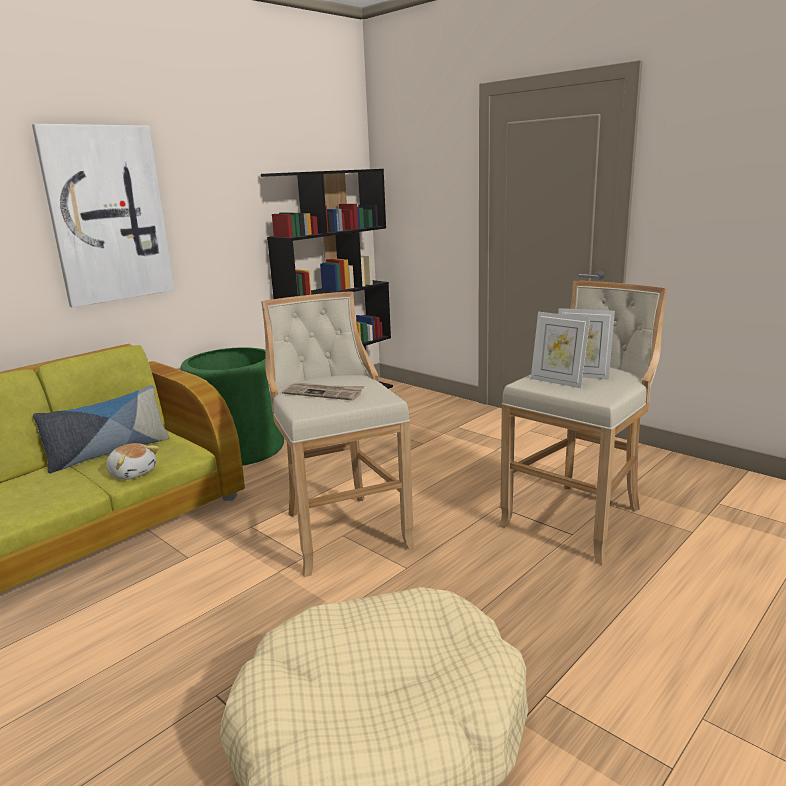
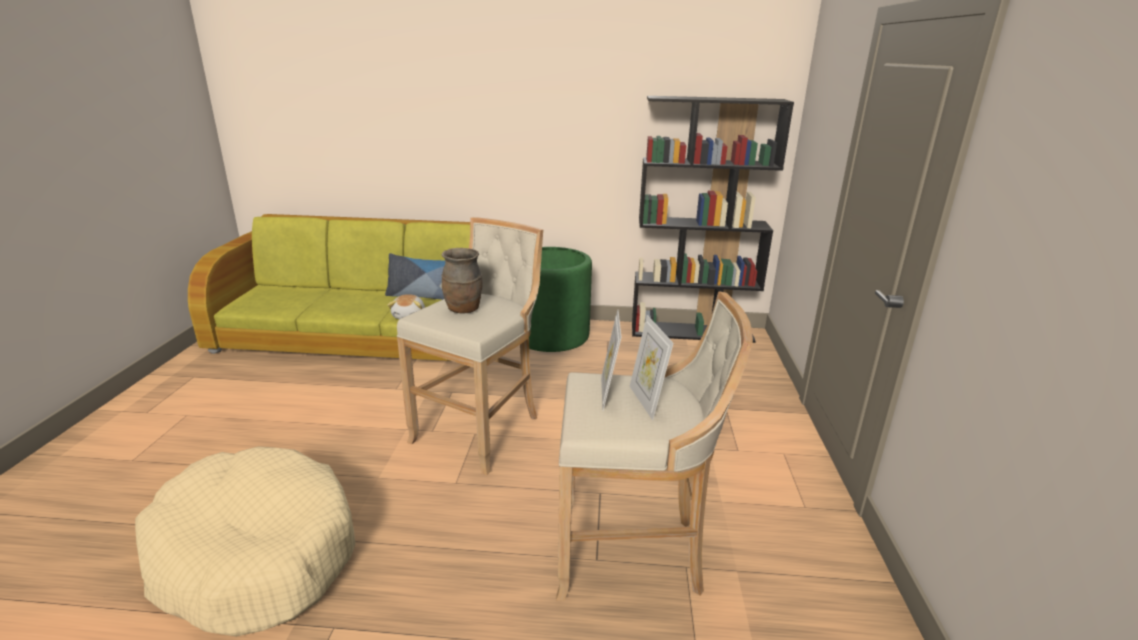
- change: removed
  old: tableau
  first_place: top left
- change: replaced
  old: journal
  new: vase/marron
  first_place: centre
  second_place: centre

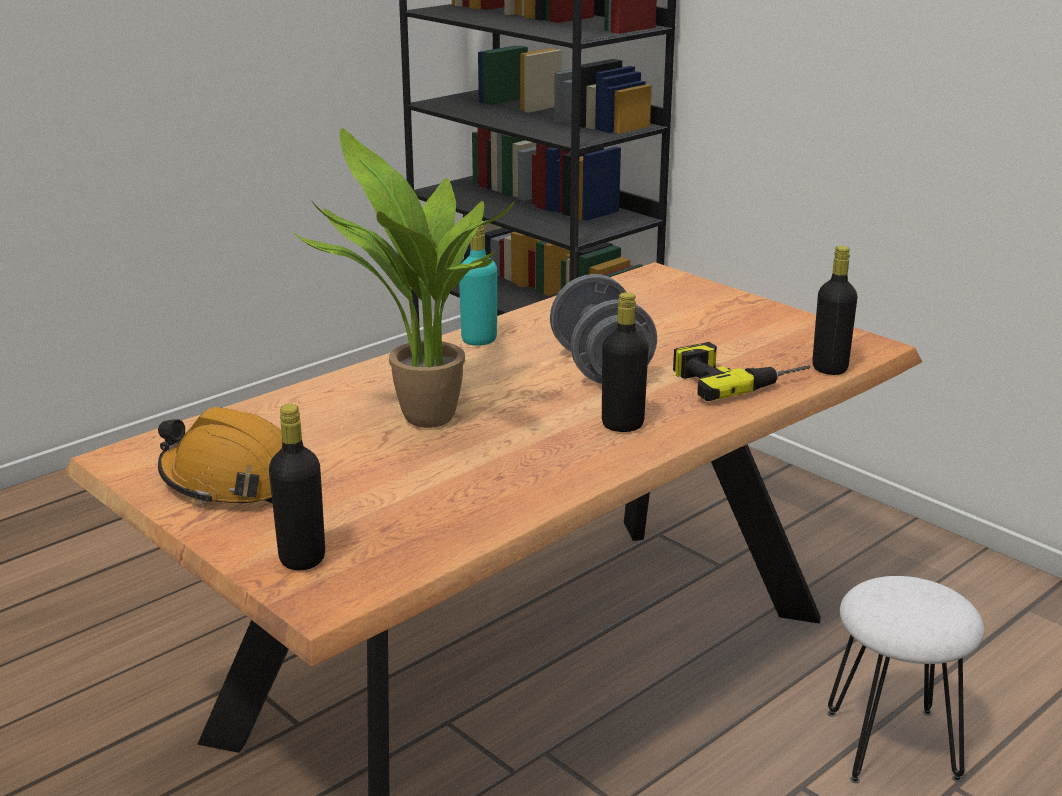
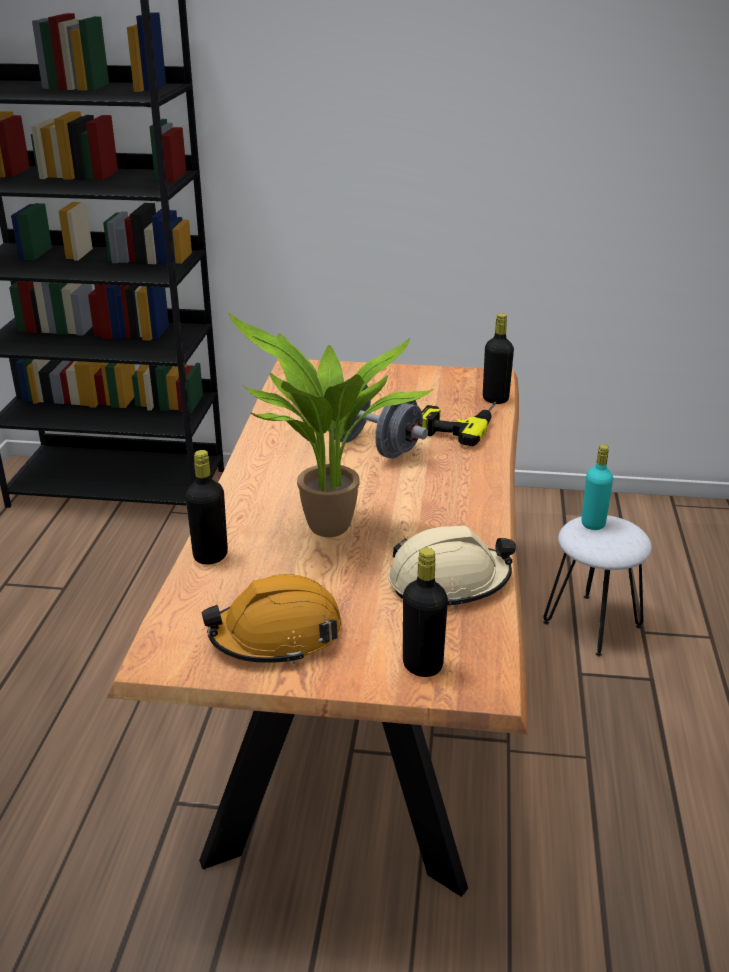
- change: moved
  old: bouteille/turquoise
  first_place: centre
  second_place: middle right
- change: moved
  old: bouteille/noir (2nd from left in the first image)
  new: bouteille/noir (1st from left)
  first_place: centre
  second_place: middle left
- change: added
  new: casque de chantier/beige
  second_place: centre

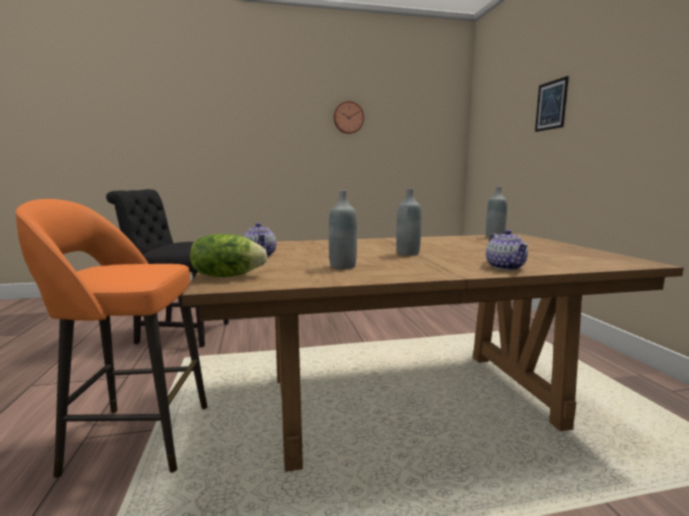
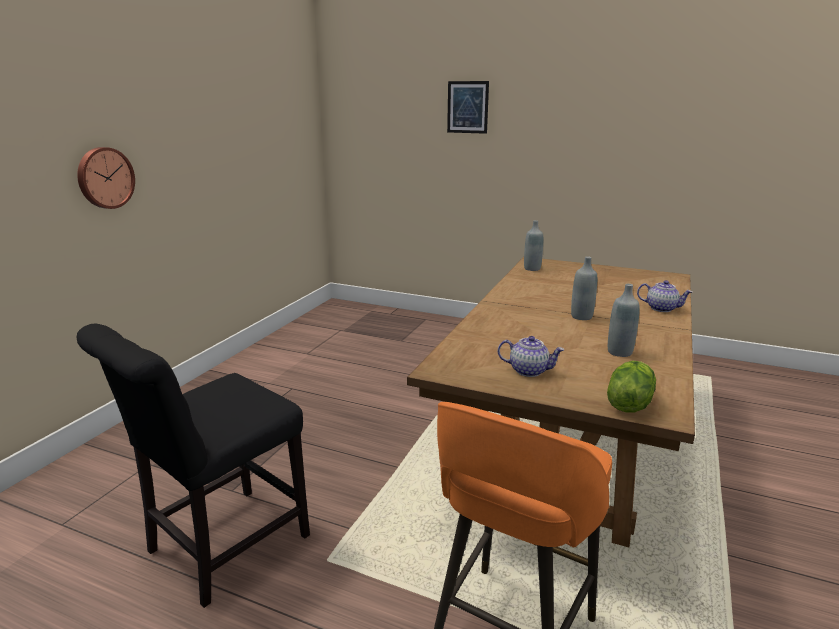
- change: moved
  old: horloge murale
  first_place: top centre
  second_place: top left

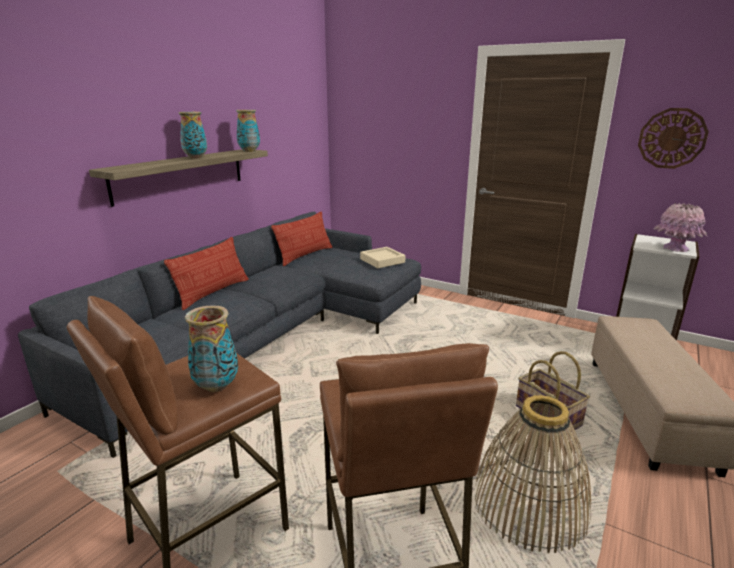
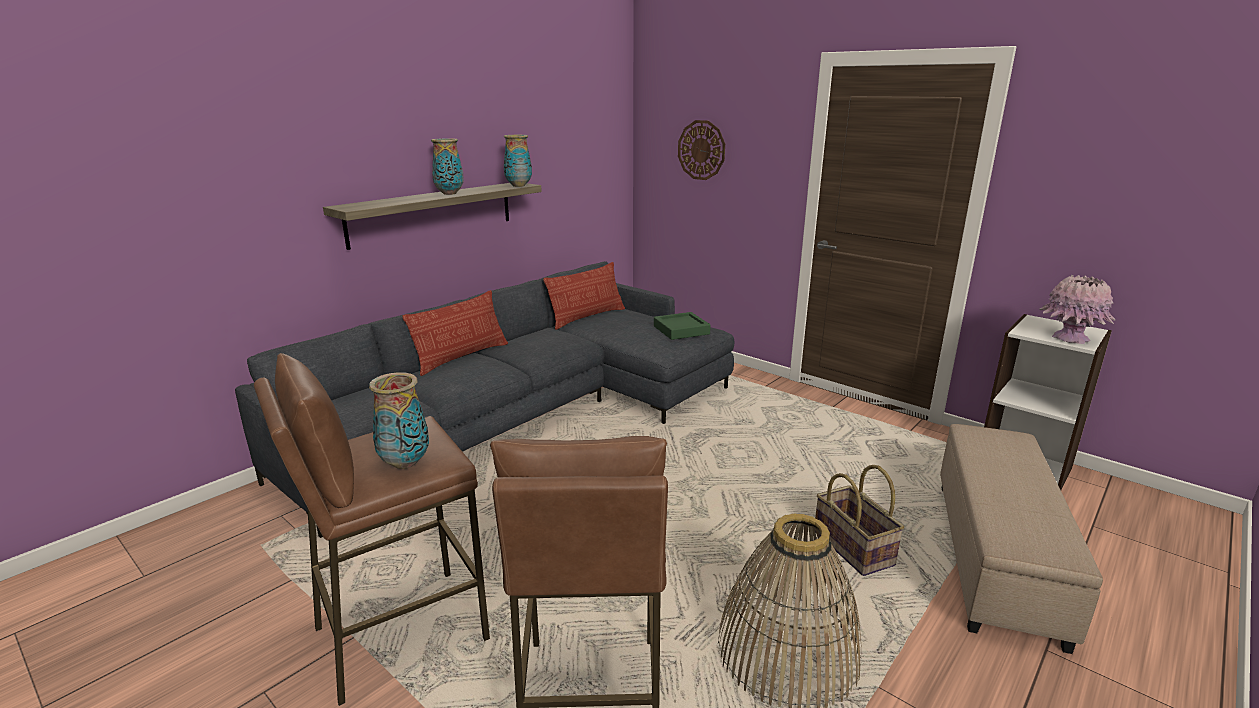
- change: recoloured
  old: plateau/beige
  new: plateau/vert
  first_place: centre
  second_place: centre
- change: moved
  old: horloge murale
  first_place: top right
  second_place: top centre

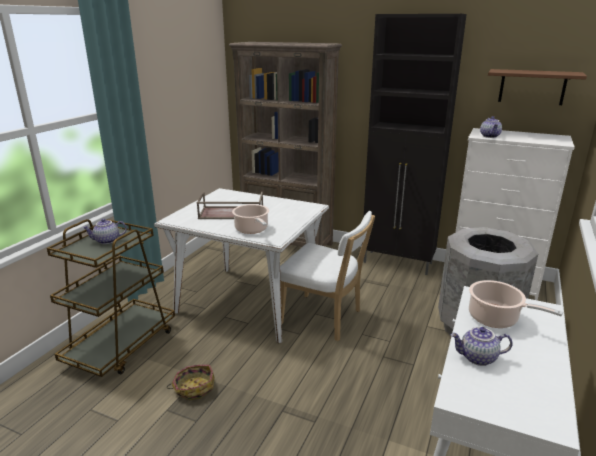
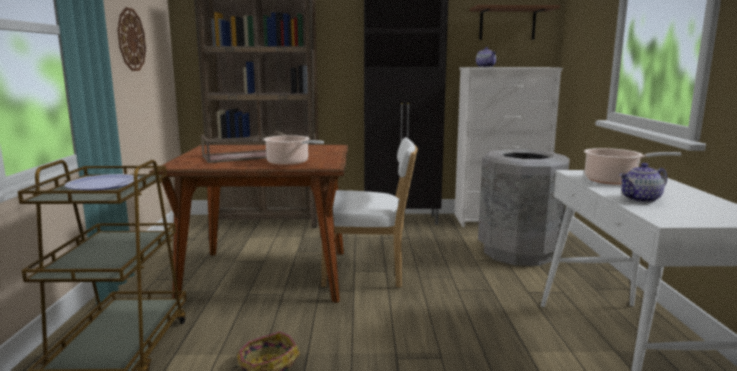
- change: replaced
  old: théière (1st from left)
  new: assiette
  first_place: middle left
  second_place: middle left
- change: recoloured
  old: table à manger/blanc
  new: table à manger/marron
  first_place: centre
  second_place: centre
- change: added
  new: horloge murale
  second_place: top left

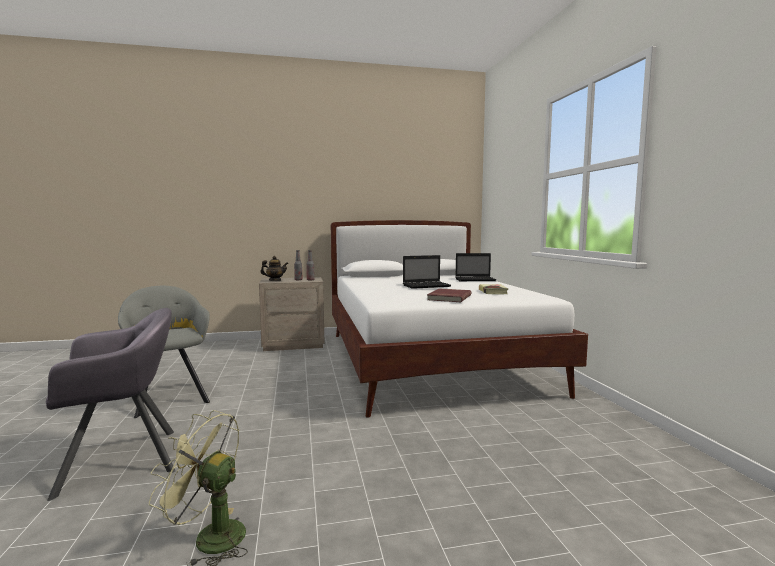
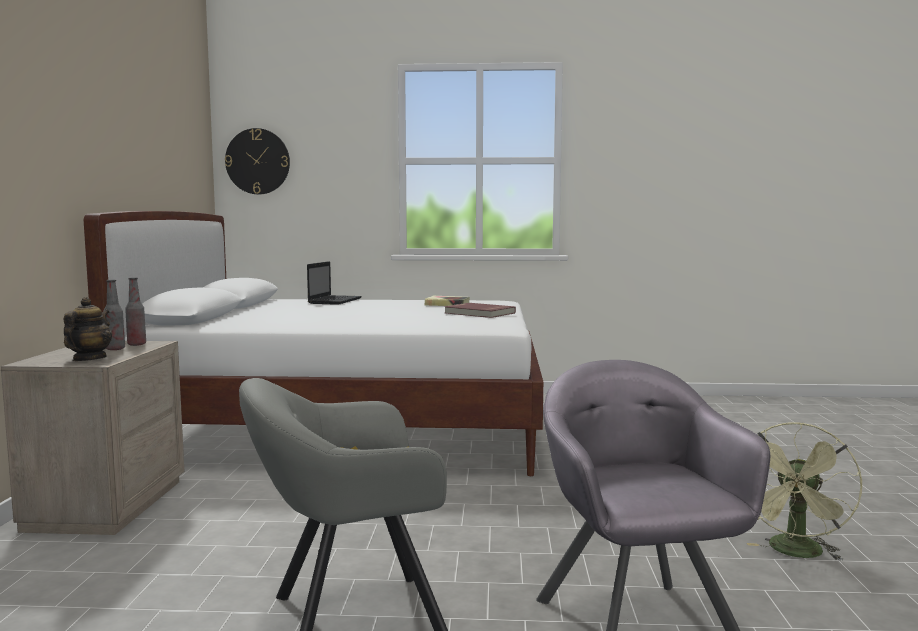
- change: removed
  old: ordinateur portable (1st from left)
  first_place: centre
- change: added
  new: horloge murale
  second_place: top left

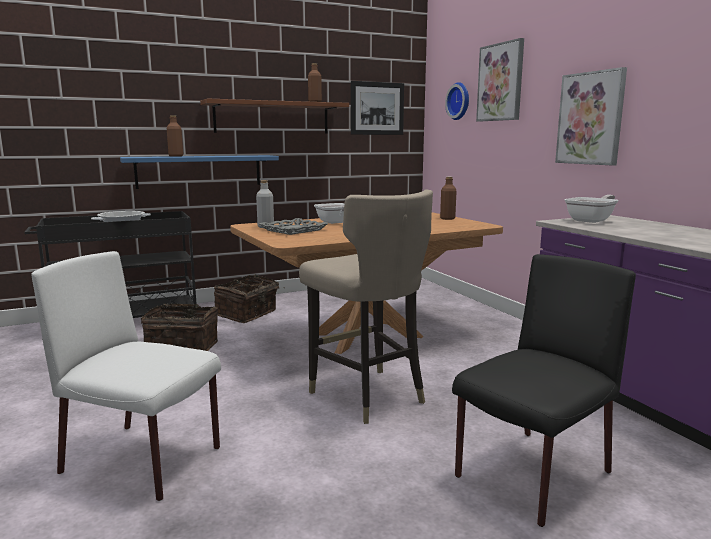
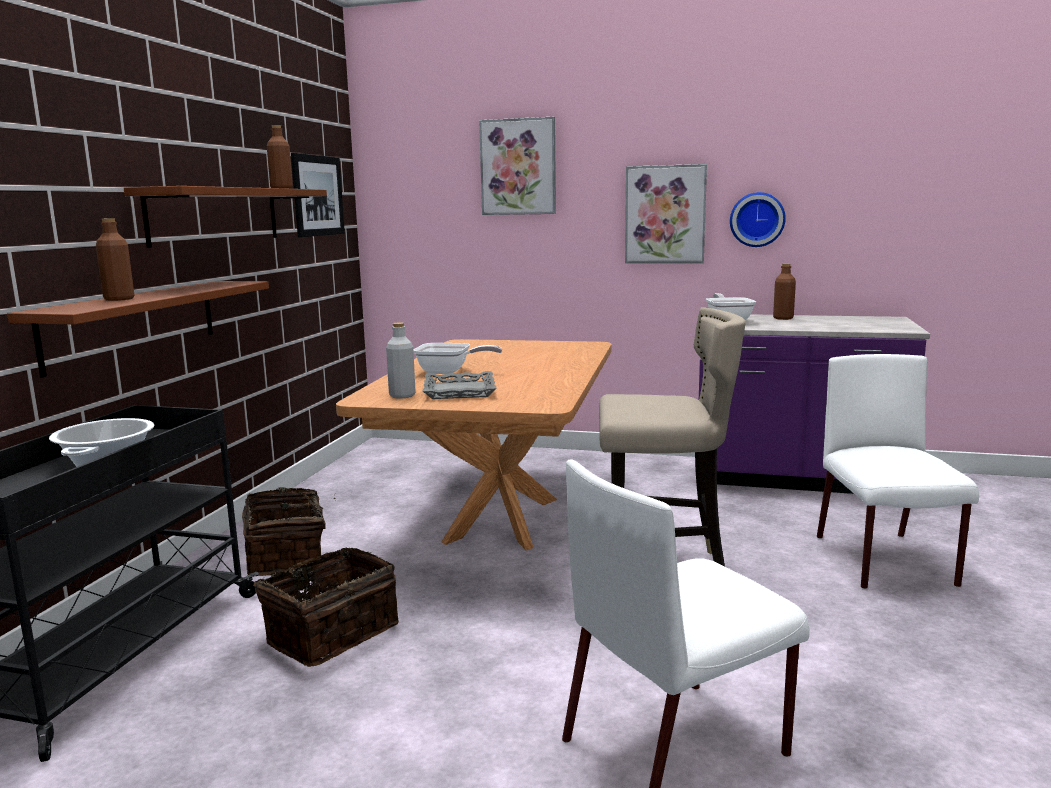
- change: recoloured
  old: étagère/bleu
  new: étagère/marron (1st from left)
  first_place: top left
  second_place: middle left
- change: moved
  old: bouteille/marron (3rd from left)
  first_place: centre
  second_place: middle right
- change: moved
  old: horloge murale
  first_place: top centre
  second_place: top right
- change: recoloured
  old: chaise/noir
  new: chaise/blanc (2nd from left)
  first_place: bottom right
  second_place: middle right

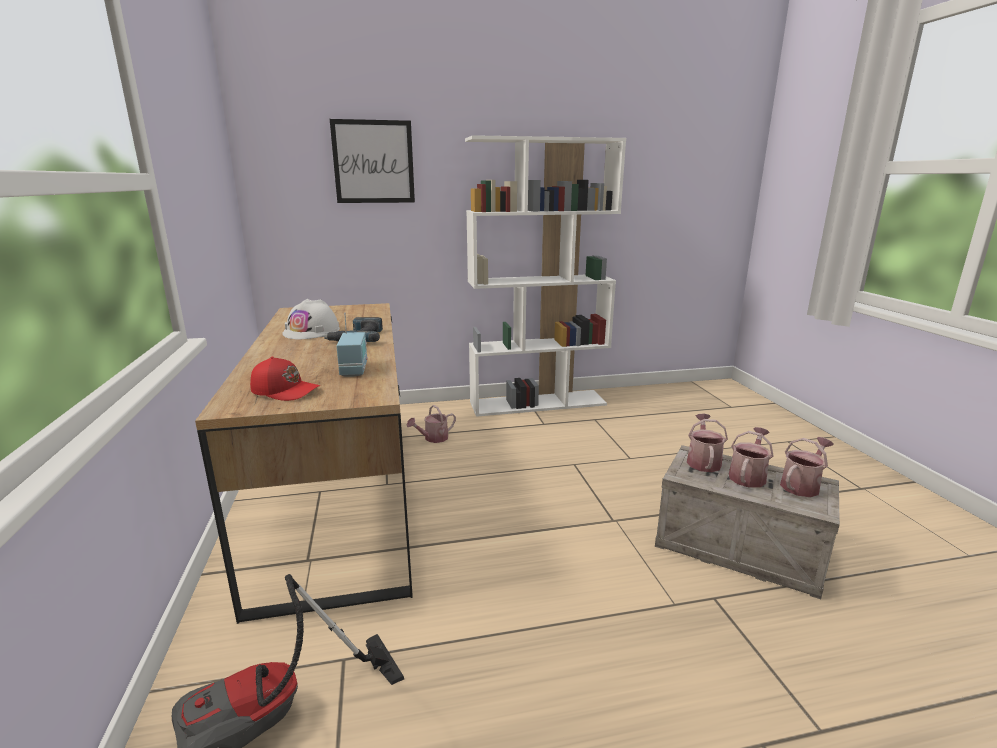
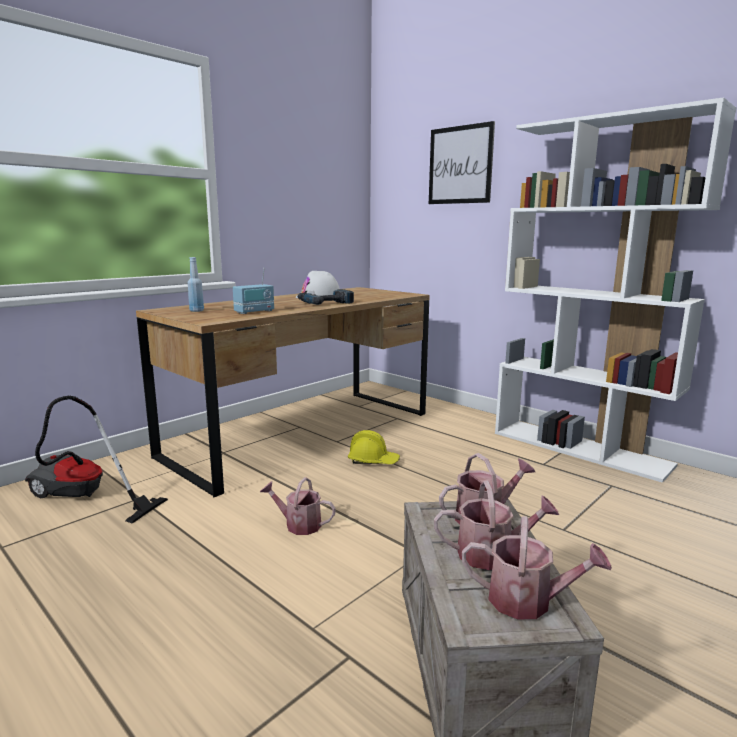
- change: replaced
  old: casquette/rouge
  new: bouteille/bleu
  first_place: middle left
  second_place: middle left
- change: moved
  old: arrosoir (1st from left)
  first_place: centre
  second_place: bottom centre
- change: added
  new: casque de chantier/jaune
  second_place: centre

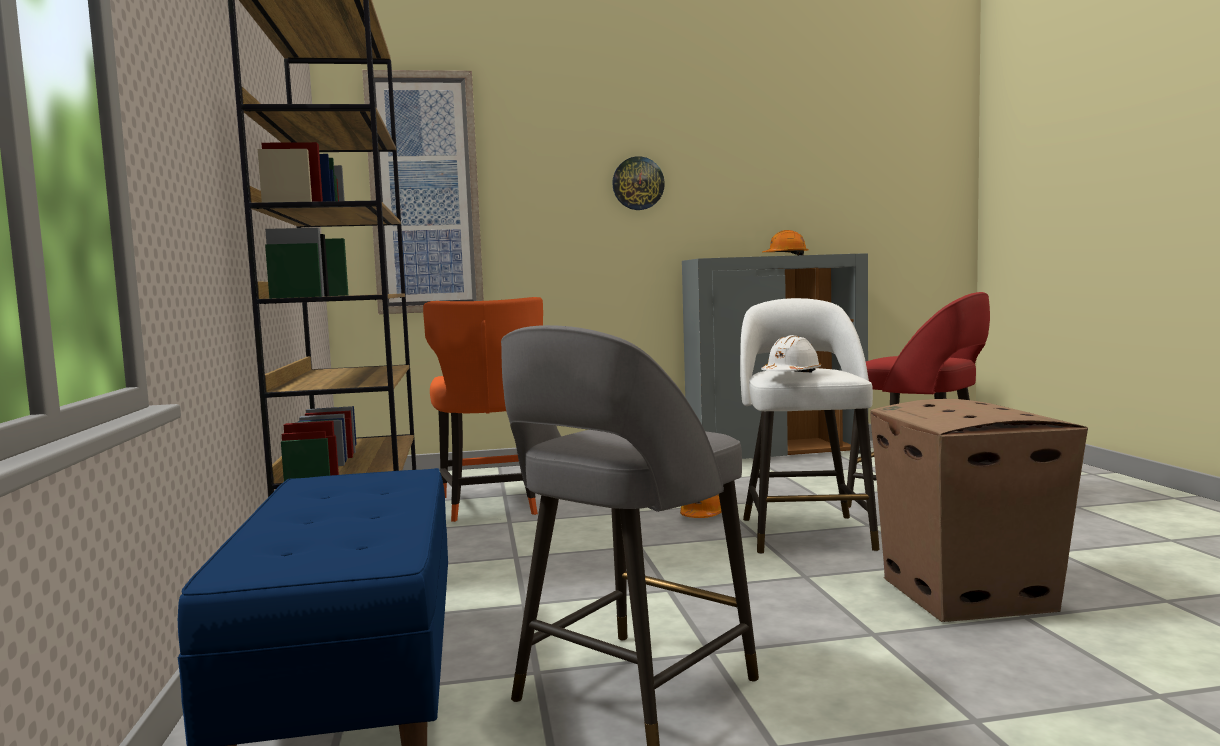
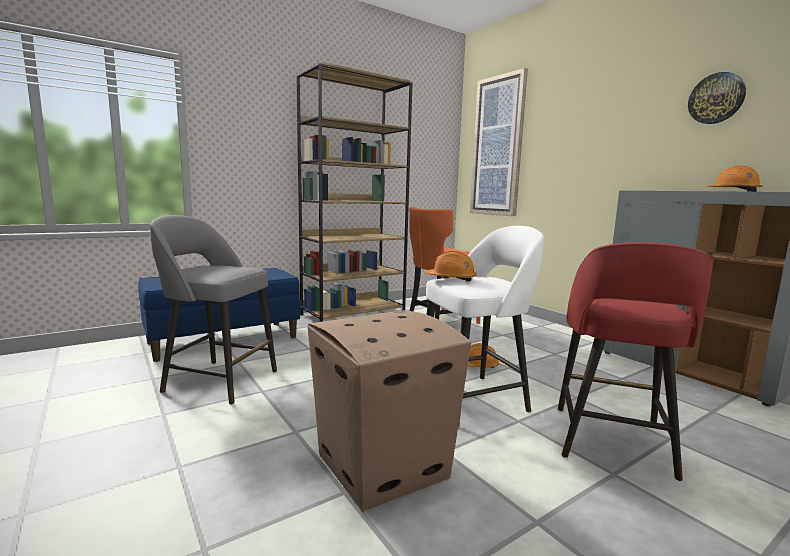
- change: moved
  old: horloge murale
  first_place: top centre
  second_place: top right
- change: recoloured
  old: casque de chantier/blanc
  new: casque de chantier/orange (1st from left)
  first_place: centre
  second_place: centre

